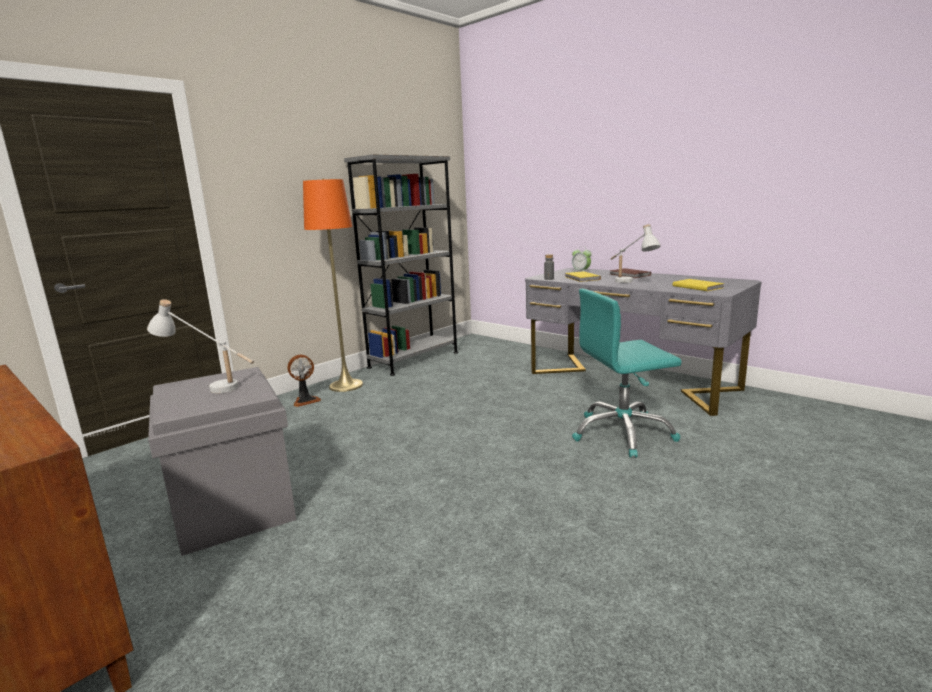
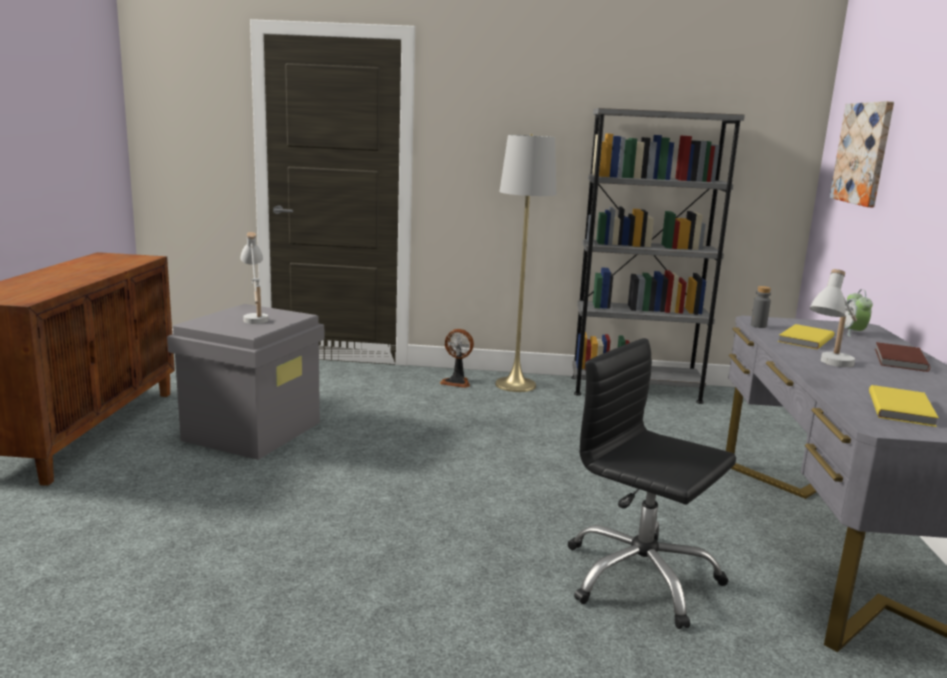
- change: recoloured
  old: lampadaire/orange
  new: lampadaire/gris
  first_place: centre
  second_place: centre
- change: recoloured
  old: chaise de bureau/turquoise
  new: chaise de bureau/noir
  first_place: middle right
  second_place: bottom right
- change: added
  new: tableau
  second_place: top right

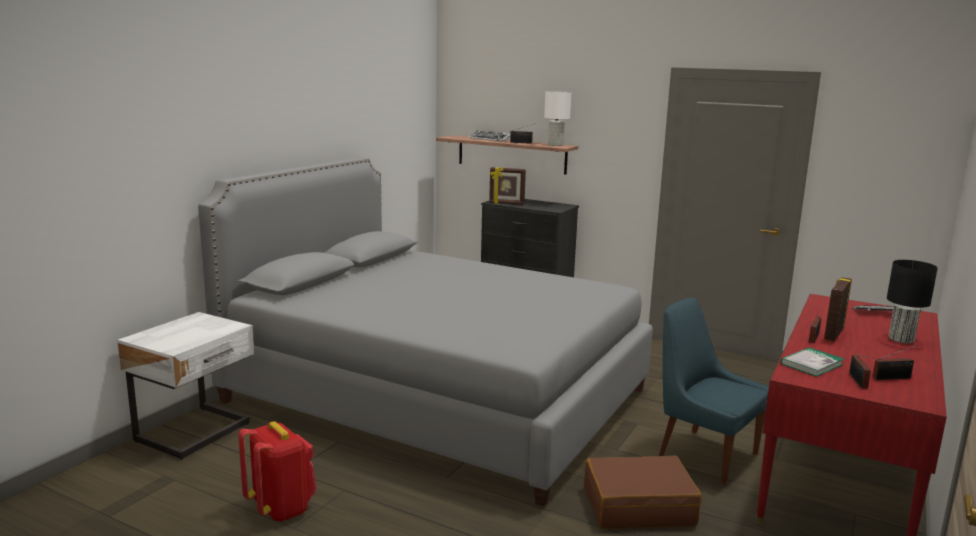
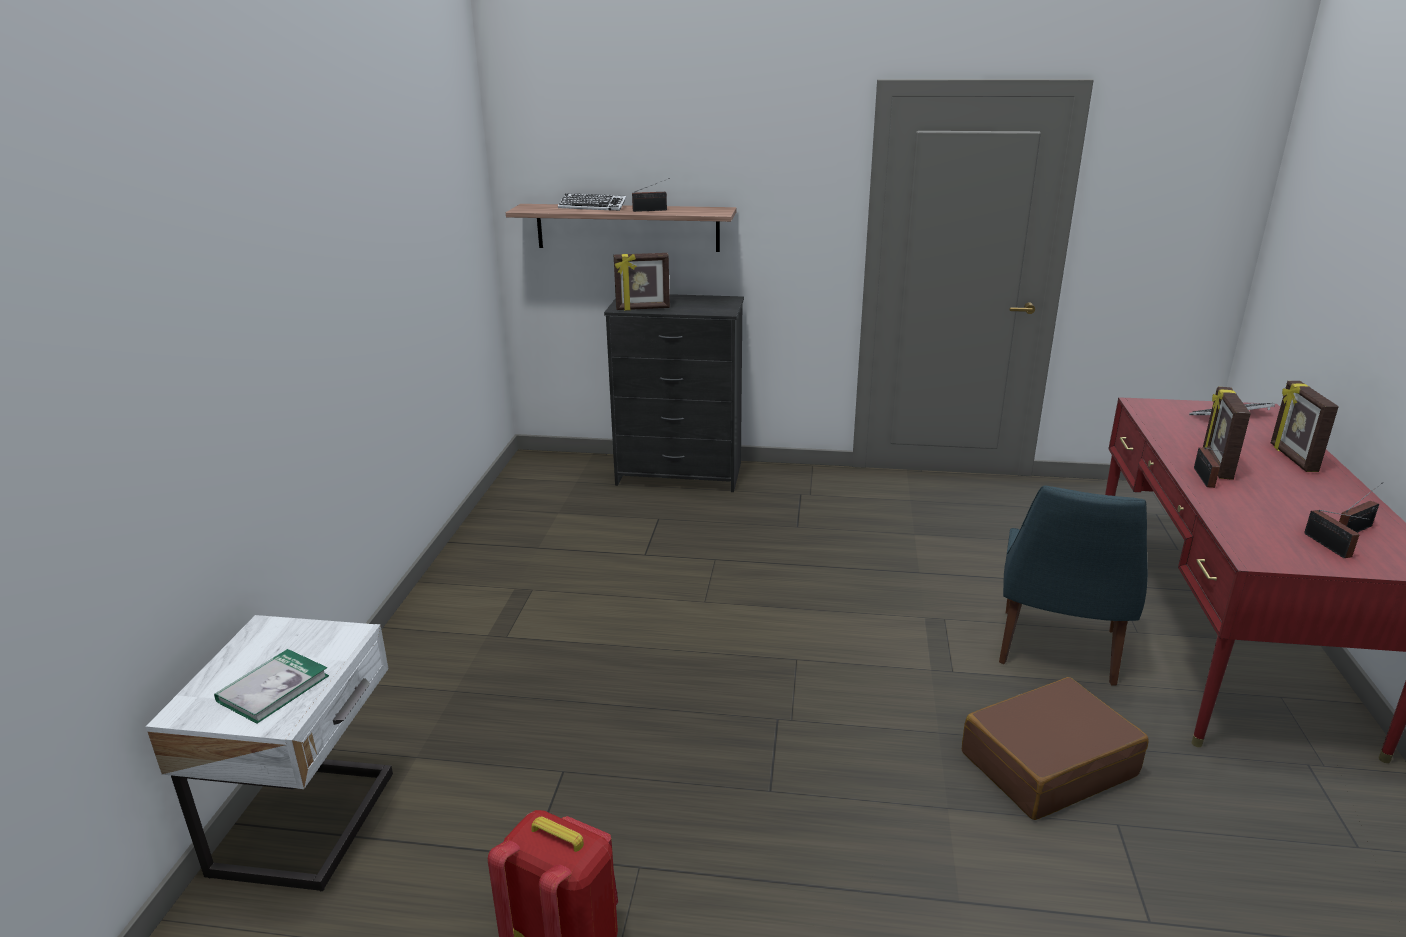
- change: removed
  old: lit/gris
  first_place: centre
- change: removed
  old: lampe de table/blanc
  first_place: top centre
- change: turned
  old: chaise/bleu
  first_place: bottom right
  second_place: middle right
  degrees: -90
- change: moved
  old: livre
  first_place: bottom right
  second_place: bottom left
- change: replaced
  old: lampe de table/noir
  new: cadre photo (3rd from left)
  first_place: middle right
  second_place: middle right

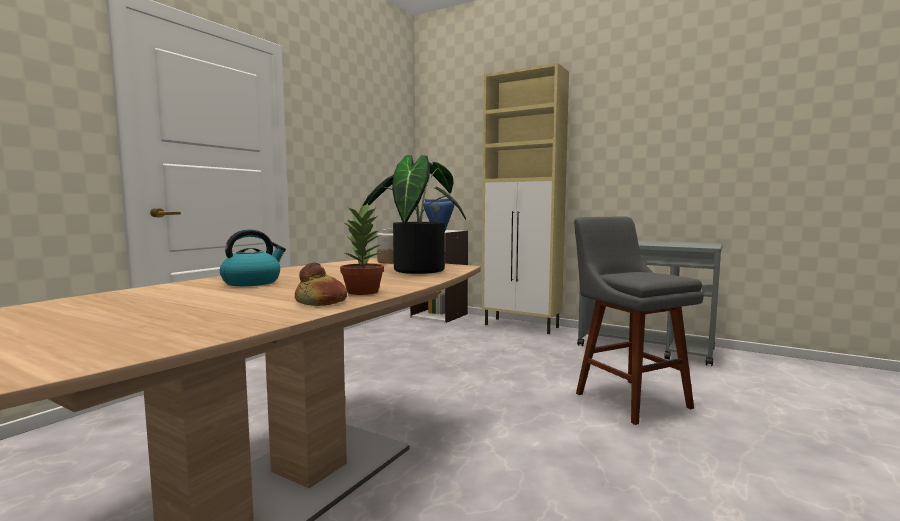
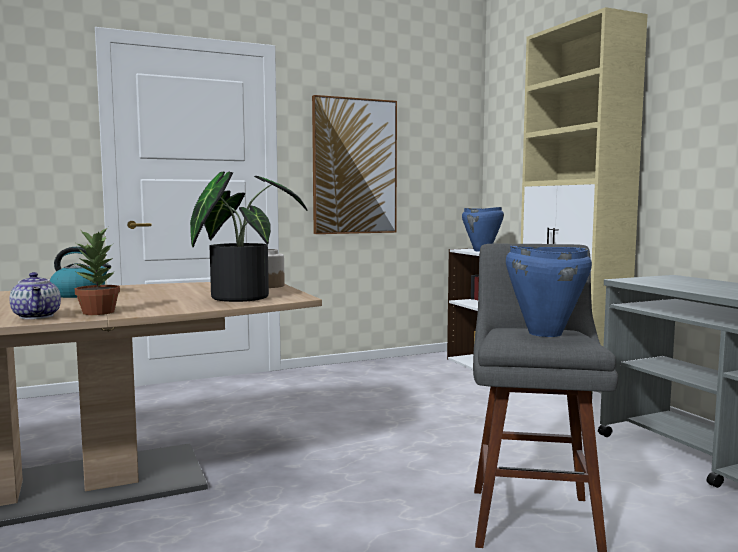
- change: replaced
  old: pain
  new: théière
  first_place: centre
  second_place: middle left
- change: added
  new: tableau
  second_place: top centre
- change: added
  new: marmite/bleu (2nd from left)
  second_place: middle right

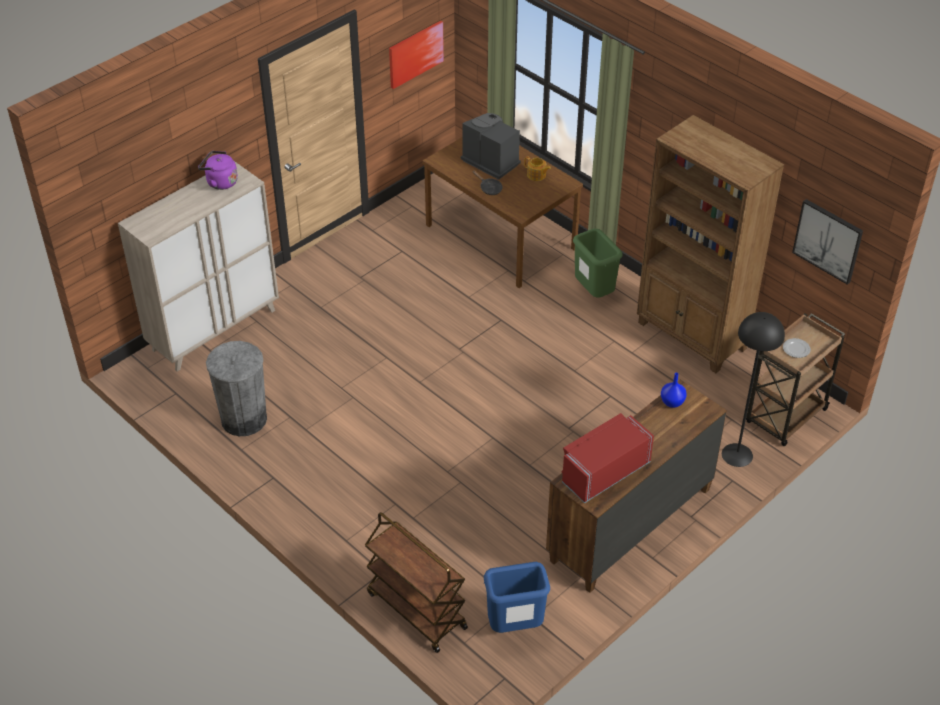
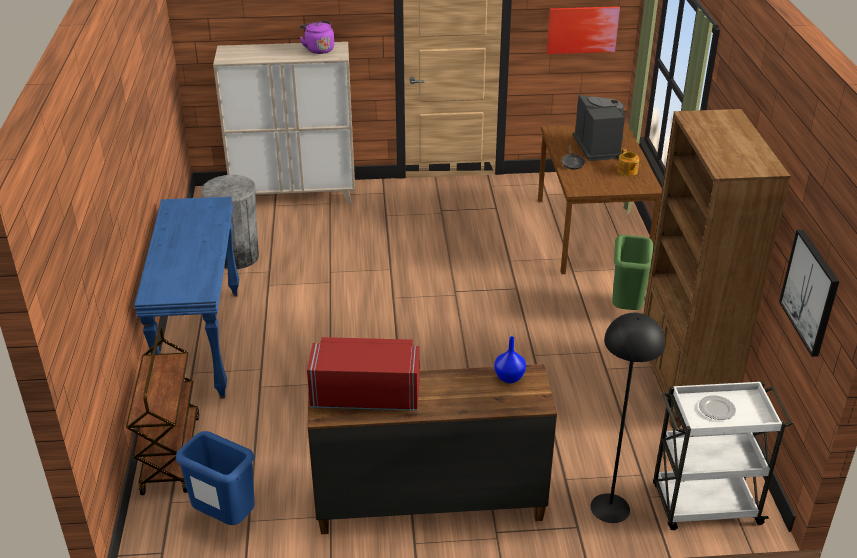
- change: recoloured
  old: chariot/marron (2nd from left)
  new: chariot/blanc
  first_place: middle right
  second_place: bottom right
- change: added
  new: table console/bleu
  second_place: middle left

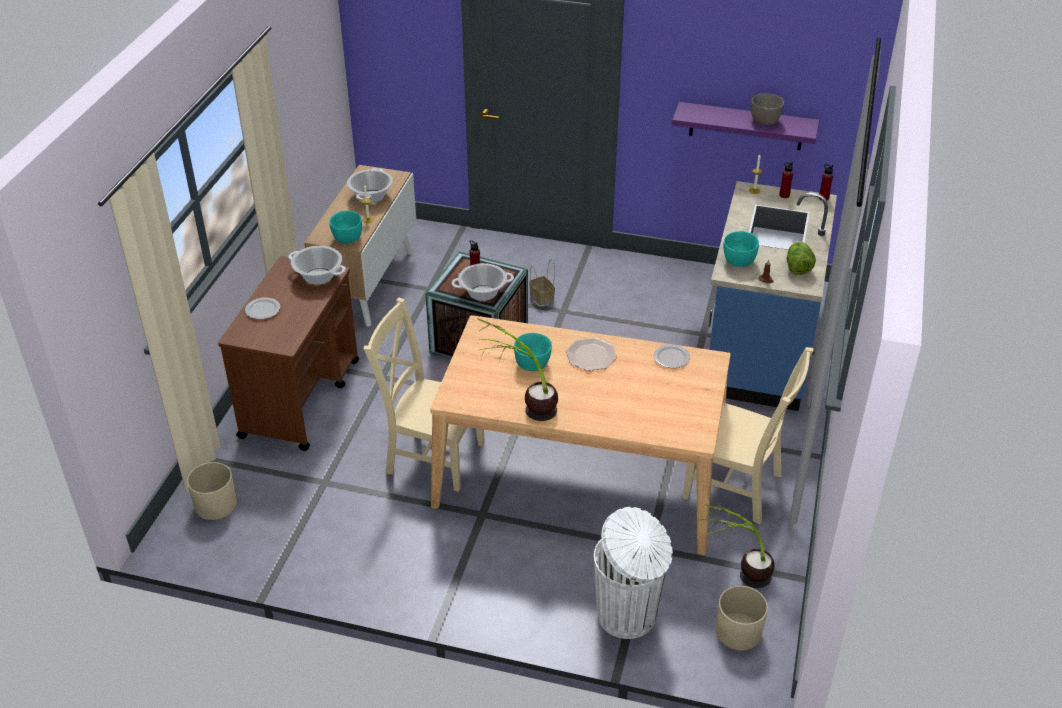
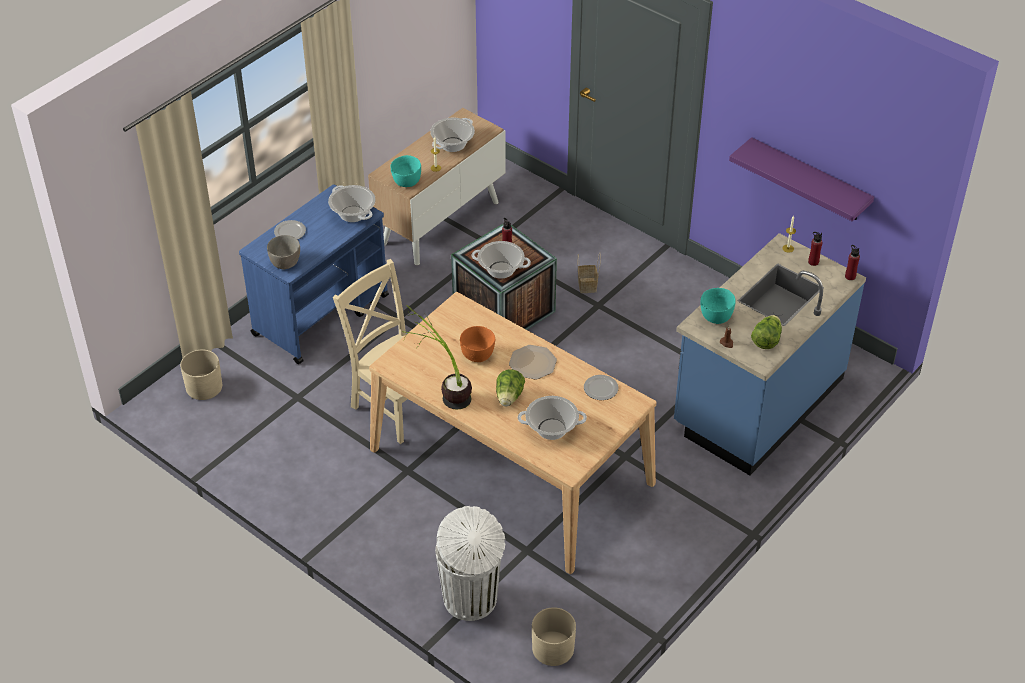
- change: recoloured
  old: chariot/marron
  new: chariot/bleu
  first_place: middle left
  second_place: middle left
- change: recoloured
  old: bol/turquoise (2nd from left)
  new: bol/orange
  first_place: centre
  second_place: centre
- change: removed
  old: chaise/beige (2nd from left)
  first_place: middle right
- change: removed
  old: plante en pot (2nd from left)
  first_place: bottom right
- change: moved
  old: bol/gris
  first_place: top right
  second_place: middle left
- change: added
  new: laitue (1st from left)
  second_place: centre
- change: added
  new: marmite (4th from left)
  second_place: centre

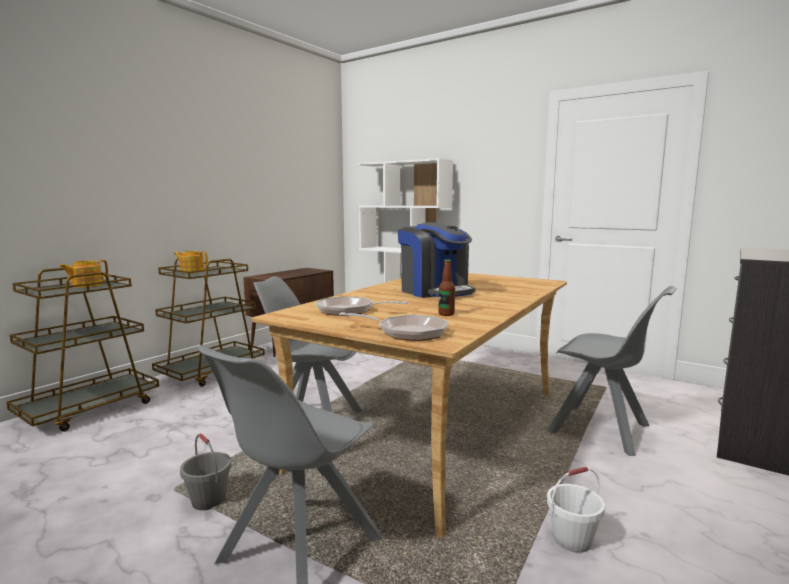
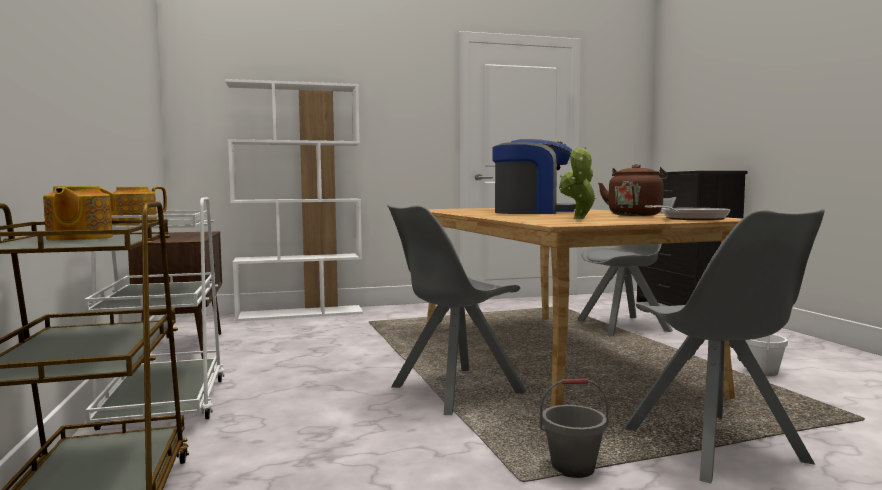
- change: recoloured
  old: chariot/marron (2nd from left)
  new: chariot/blanc
  first_place: middle left
  second_place: middle left
- change: replaced
  old: poêle (1st from left)
  new: plante en pot
  first_place: centre
  second_place: centre
- change: replaced
  old: bouteille
  new: bouilloire/marron
  first_place: centre
  second_place: middle right

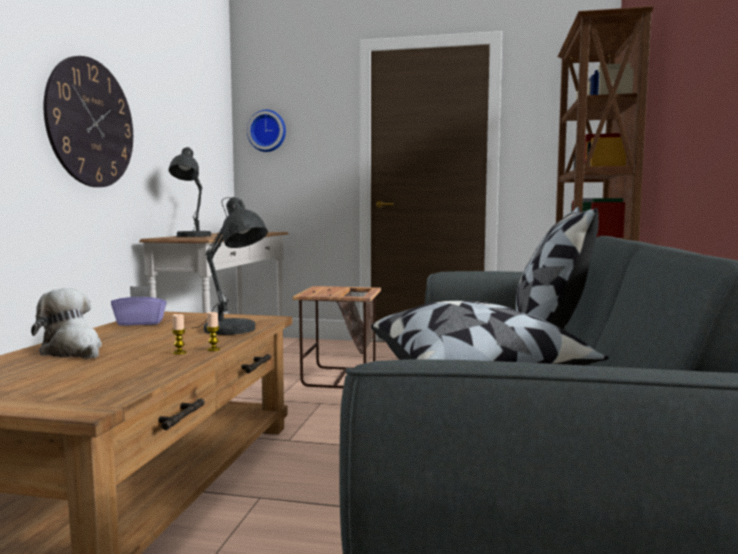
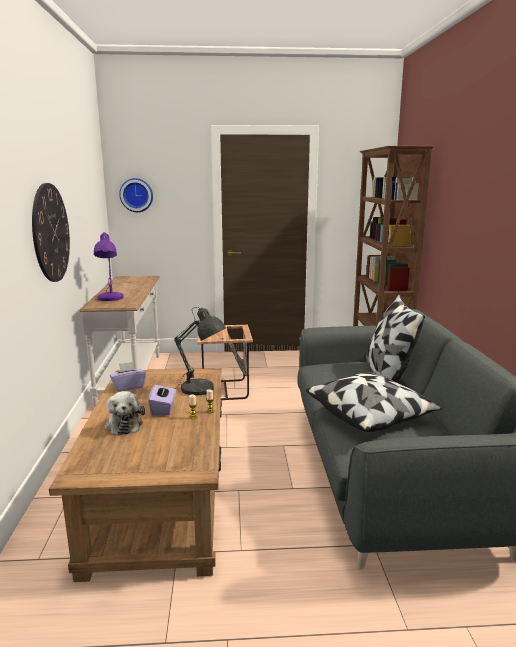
- change: turned
  old: peluche
  first_place: middle left
  second_place: middle left
  degrees: -135
- change: recoloured
  old: lampe de table/gris (1st from left)
  new: lampe de table/violet
  first_place: middle left
  second_place: middle left
- change: added
  new: boîte à mouchoirs/violet (2nd from left)
  second_place: middle left

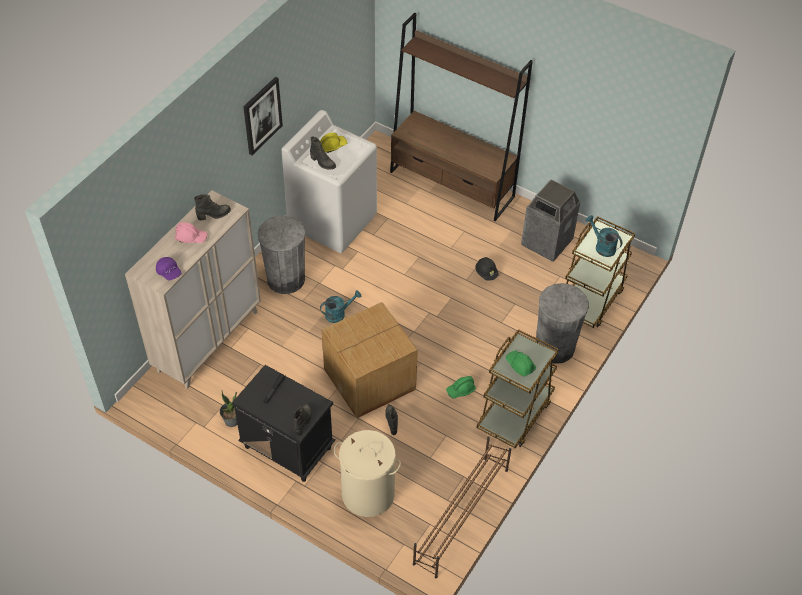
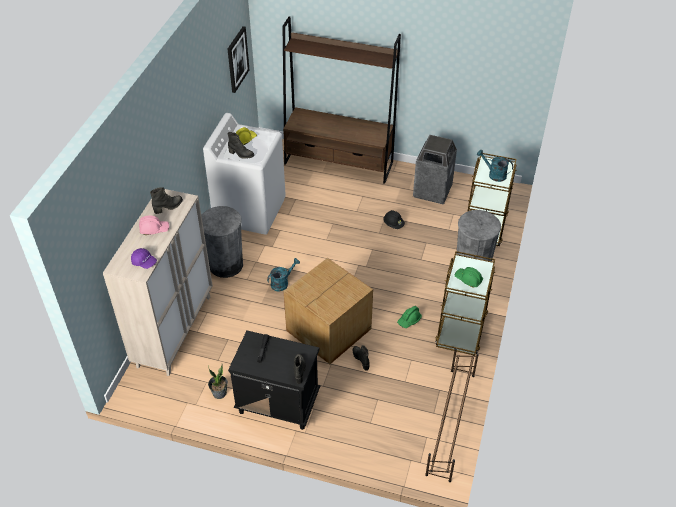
- change: moved
  old: tableau
  first_place: top left
  second_place: top centre
- change: removed
  old: panier à linge/beige
  first_place: bottom centre

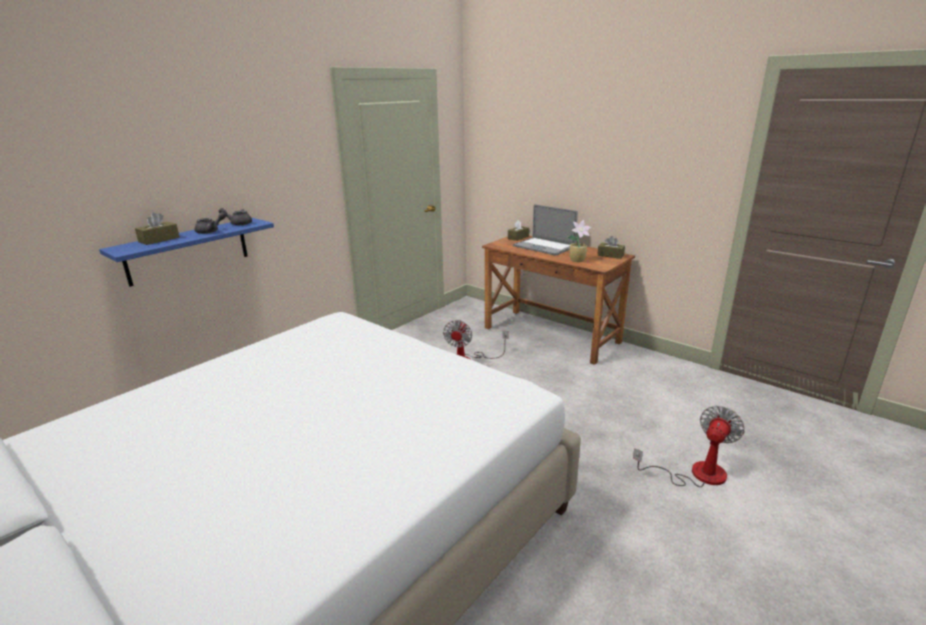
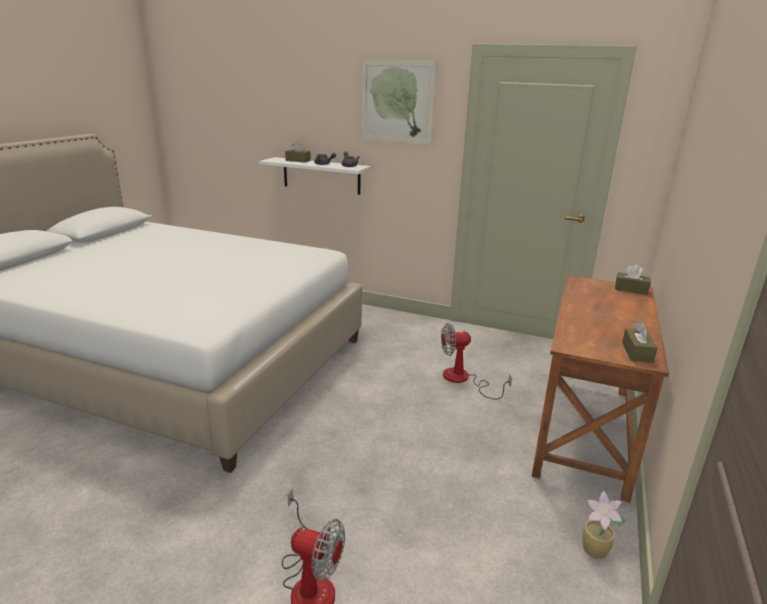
- change: recoloured
  old: étagère/bleu
  new: étagère/blanc
  first_place: middle left
  second_place: top centre
- change: removed
  old: ordinateur portable
  first_place: centre
- change: moved
  old: plante en pot
  first_place: centre
  second_place: bottom right
- change: added
  new: tableau
  second_place: top centre

